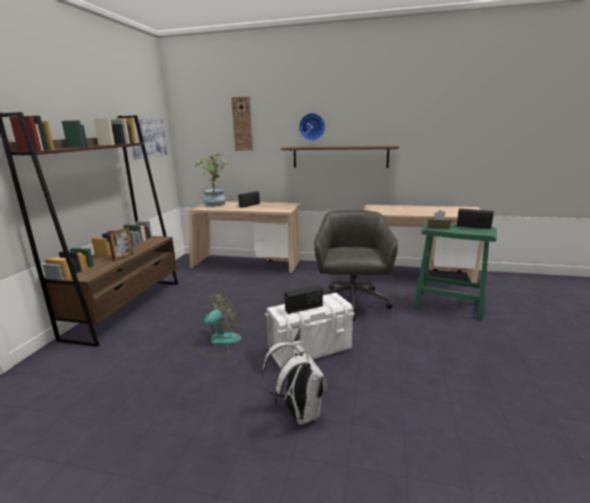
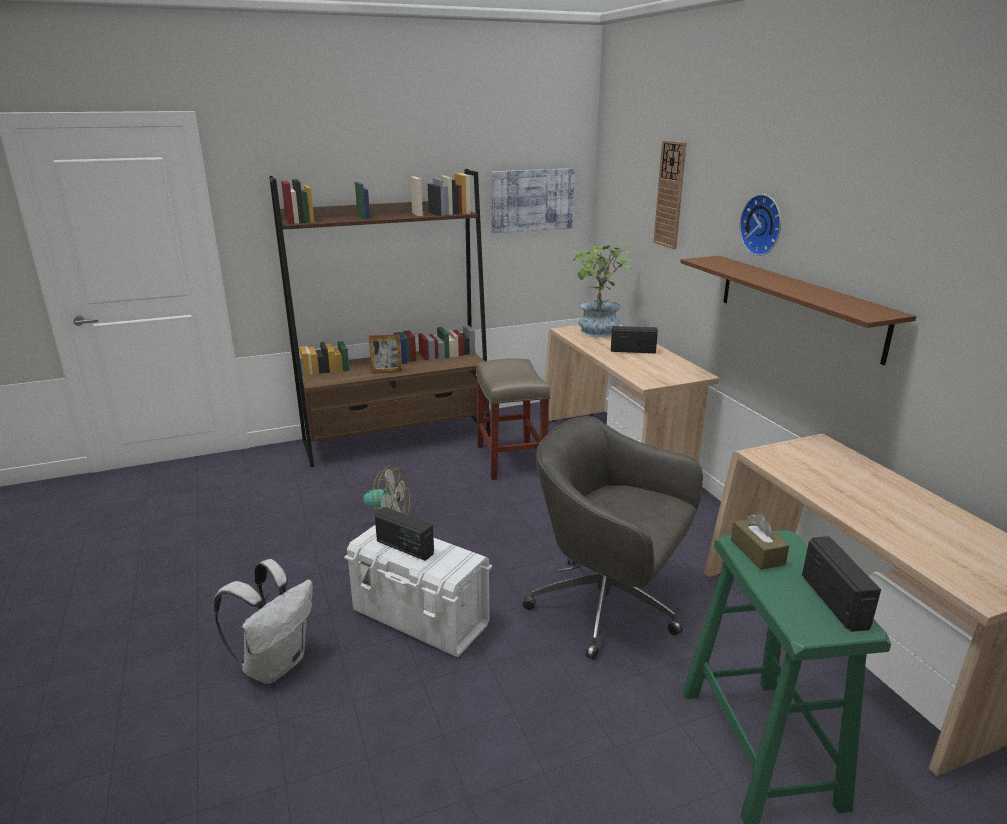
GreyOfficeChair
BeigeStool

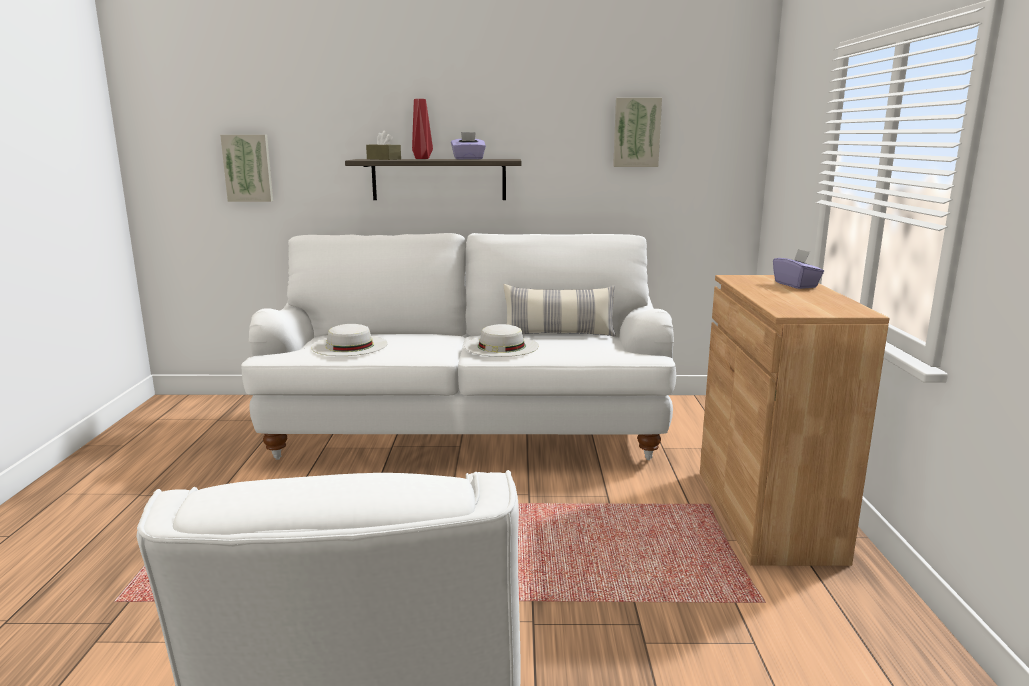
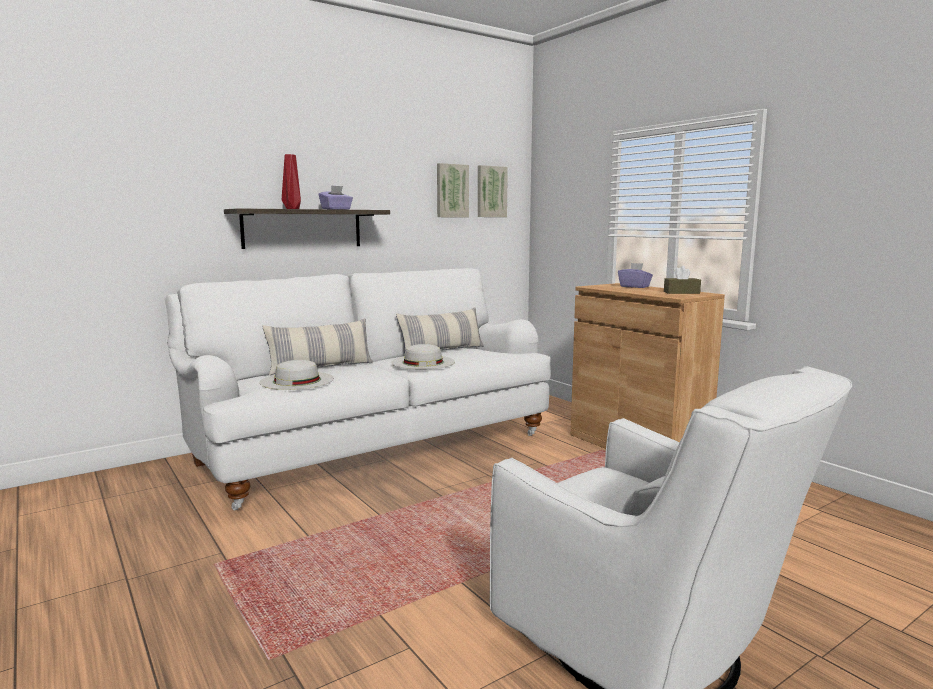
Picture (2nd from left)
BrownTissueBox
Pillow (1st from left)

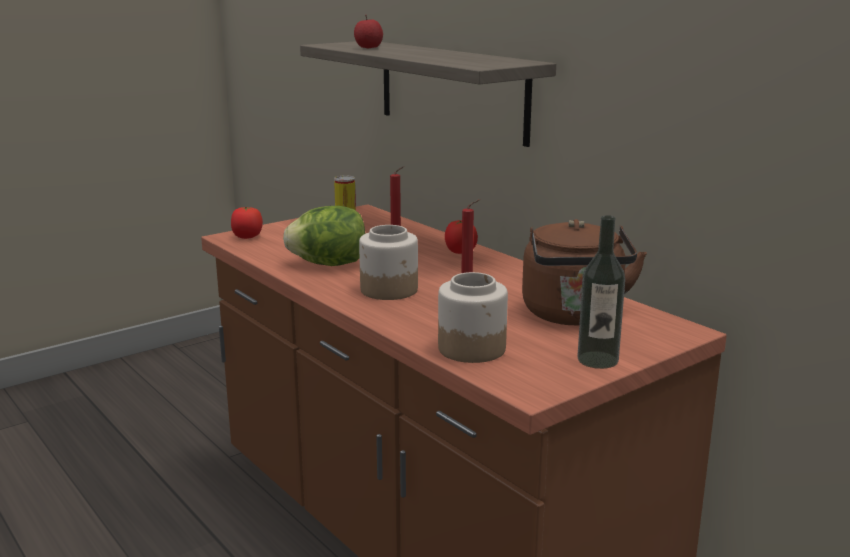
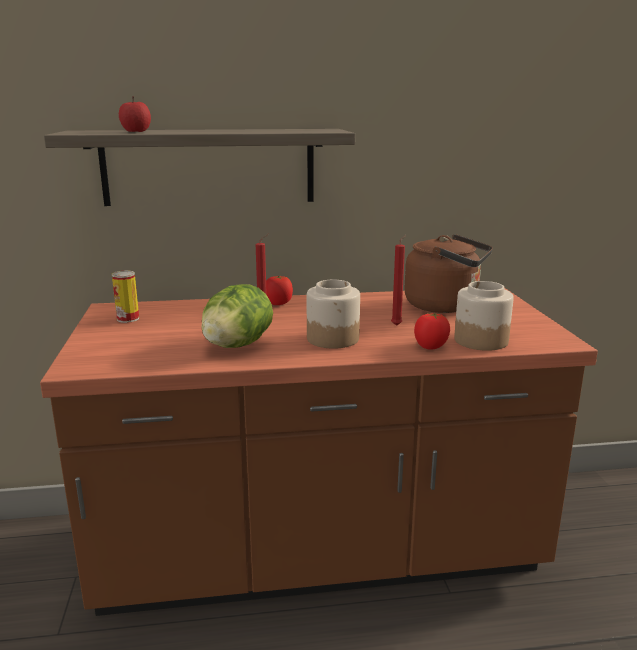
Tomato (2nd from left)
Bottle

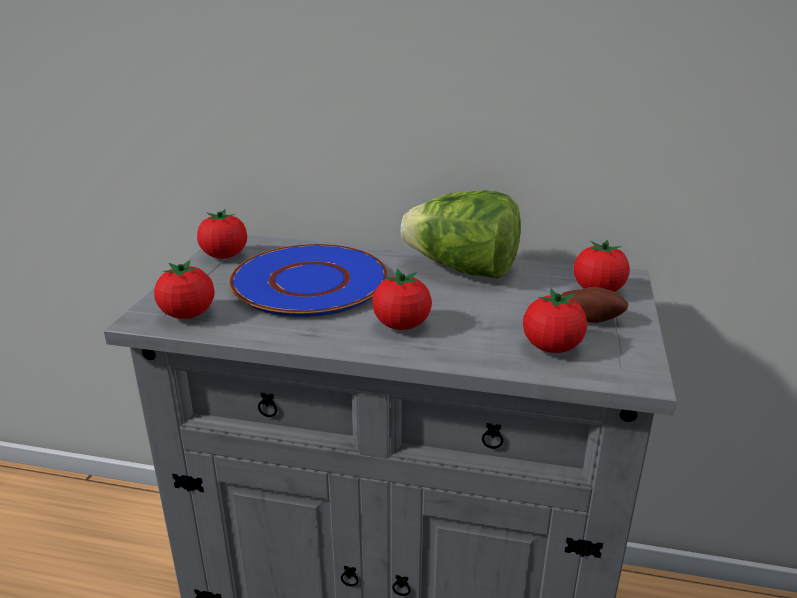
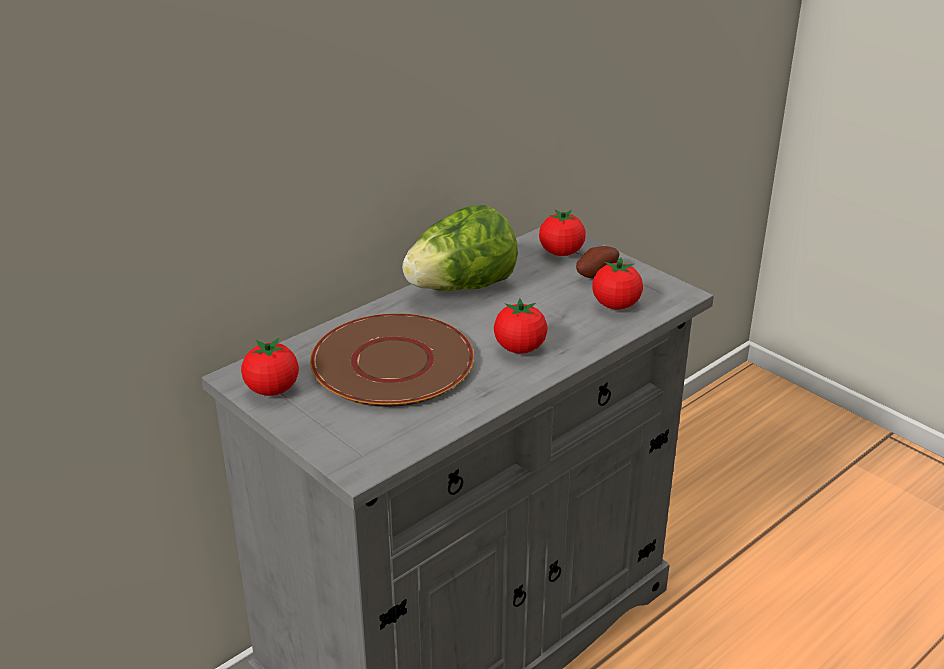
Tomato (1st from left in the first image)
BrownPlate

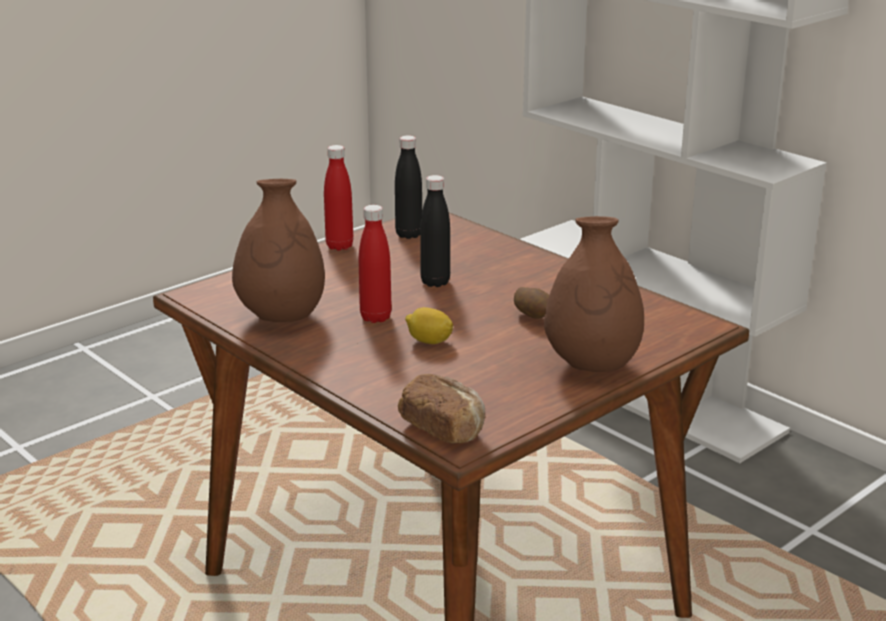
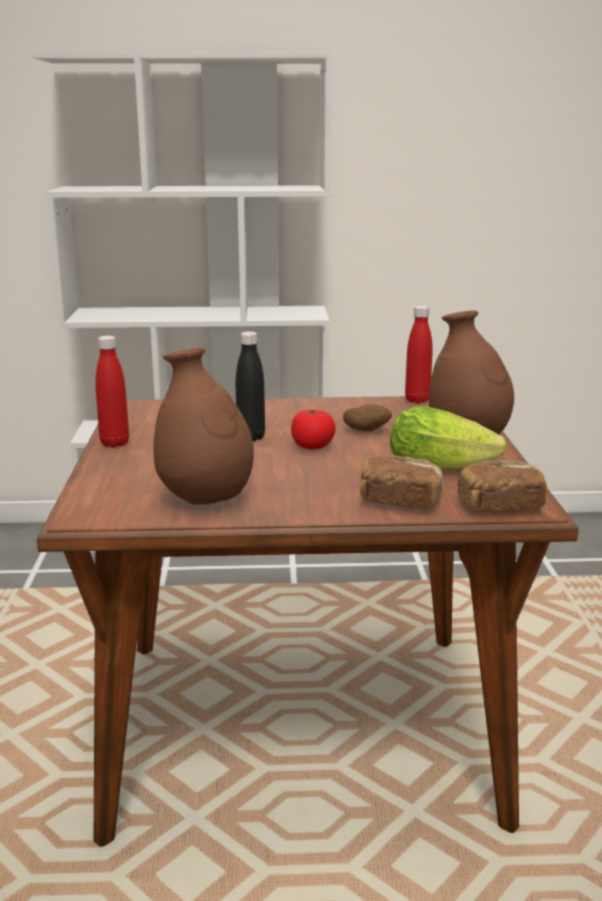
RedBottle (2nd from left)
BlackBottle (1st from left in the first image)
Lemon
Tomato
Bread (1st from left)
Lettuce

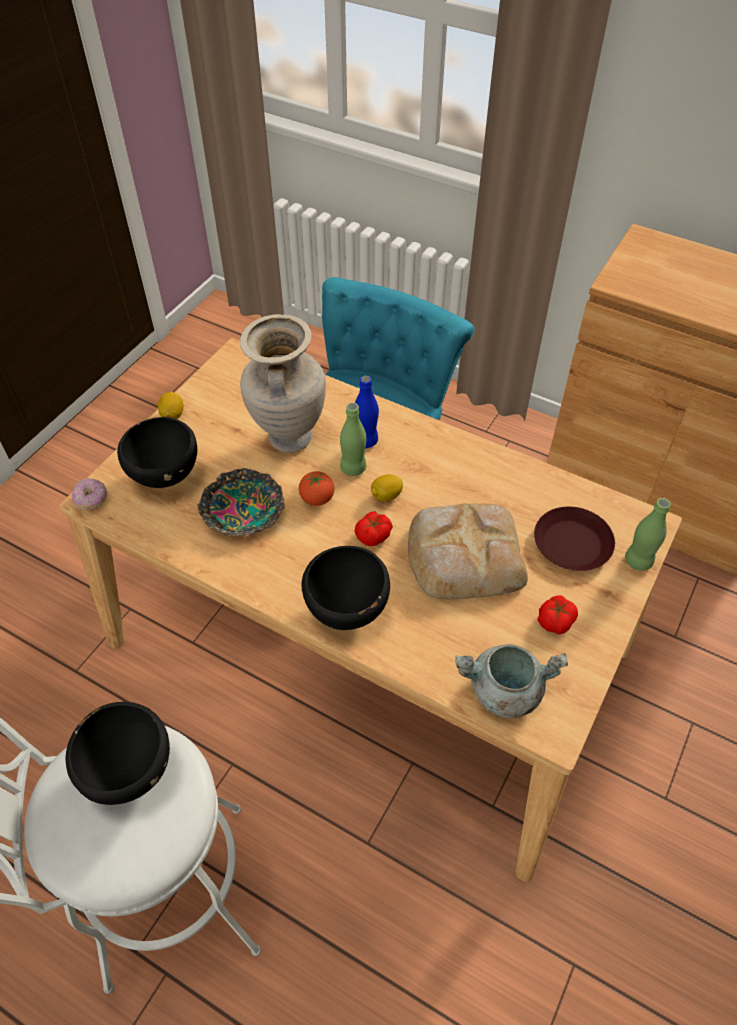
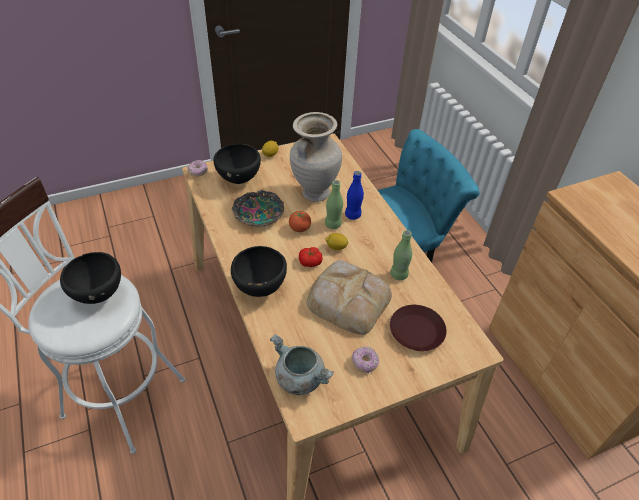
Donut (2nd from left)
GreenBottle (2nd from left)

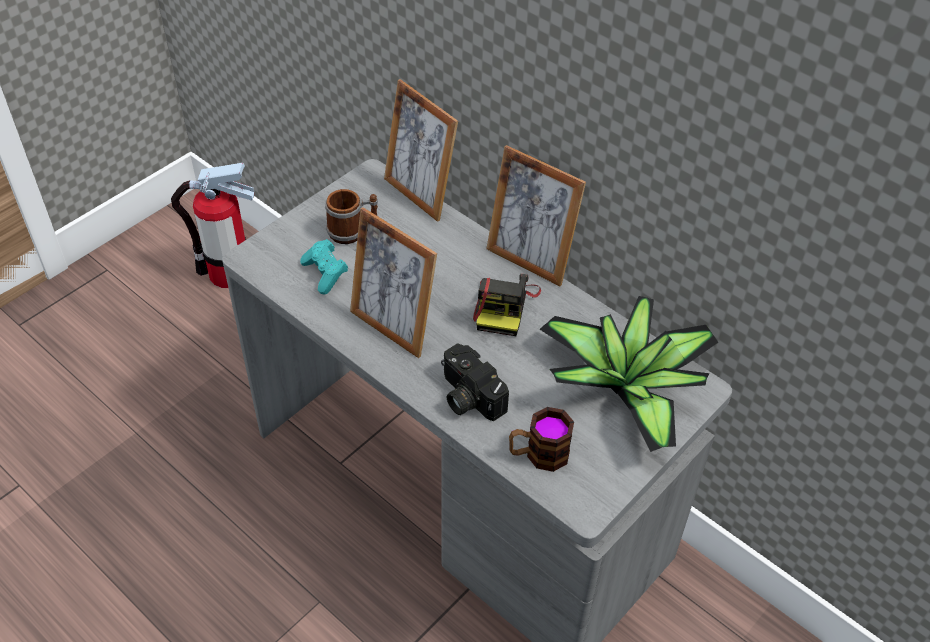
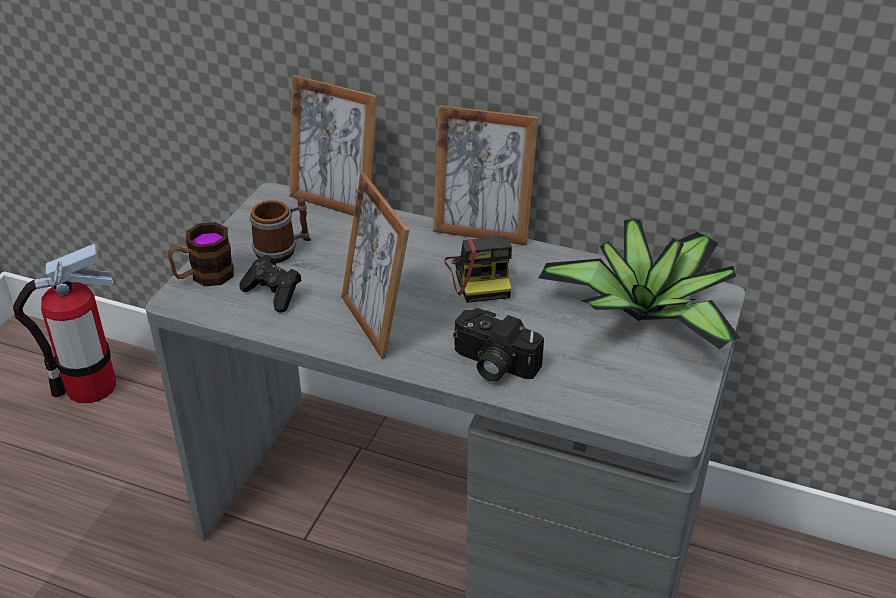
BlackGameController
PictureFrame (2nd from left)
Mug (1st from left)

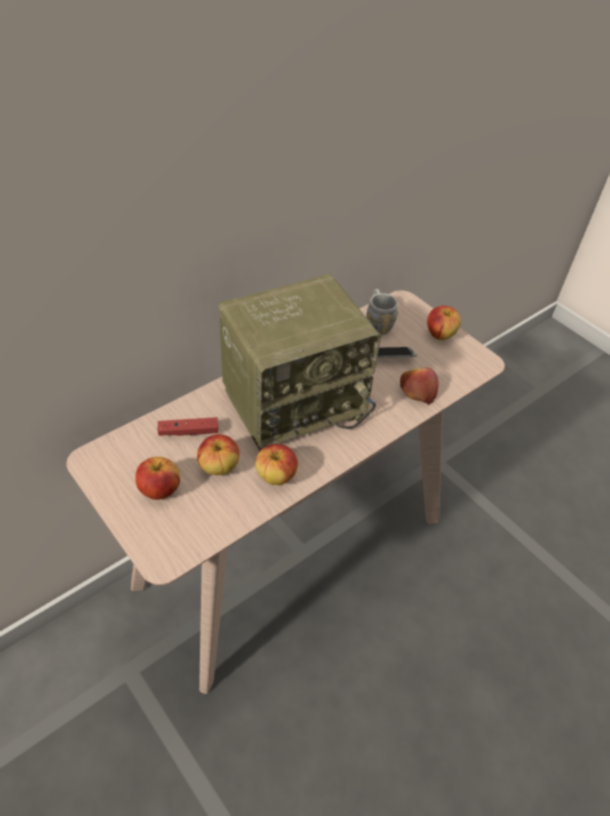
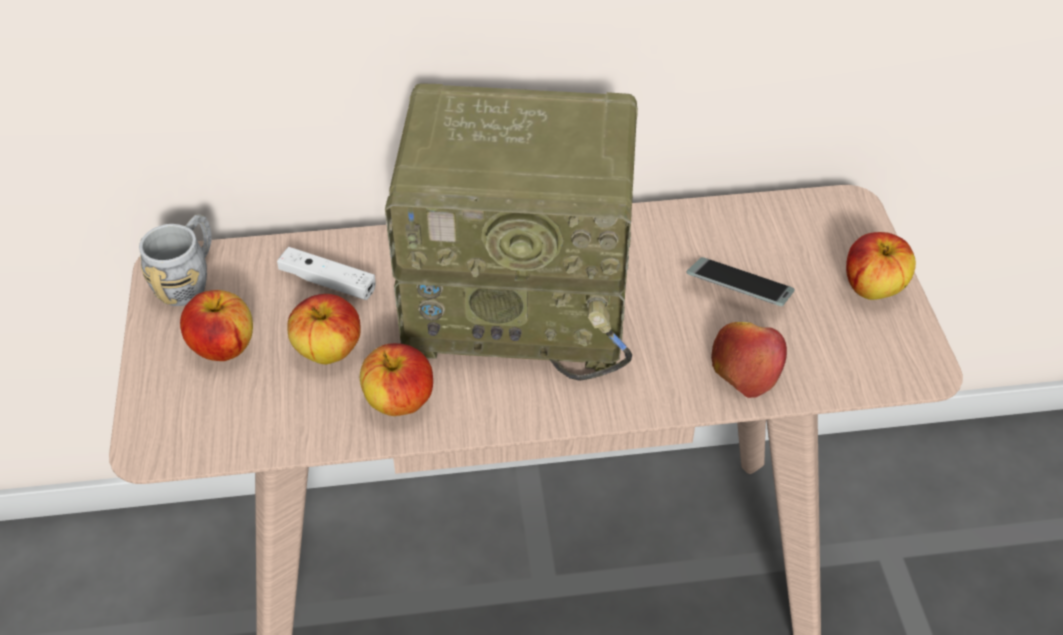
WhiteGameController
GreyMug

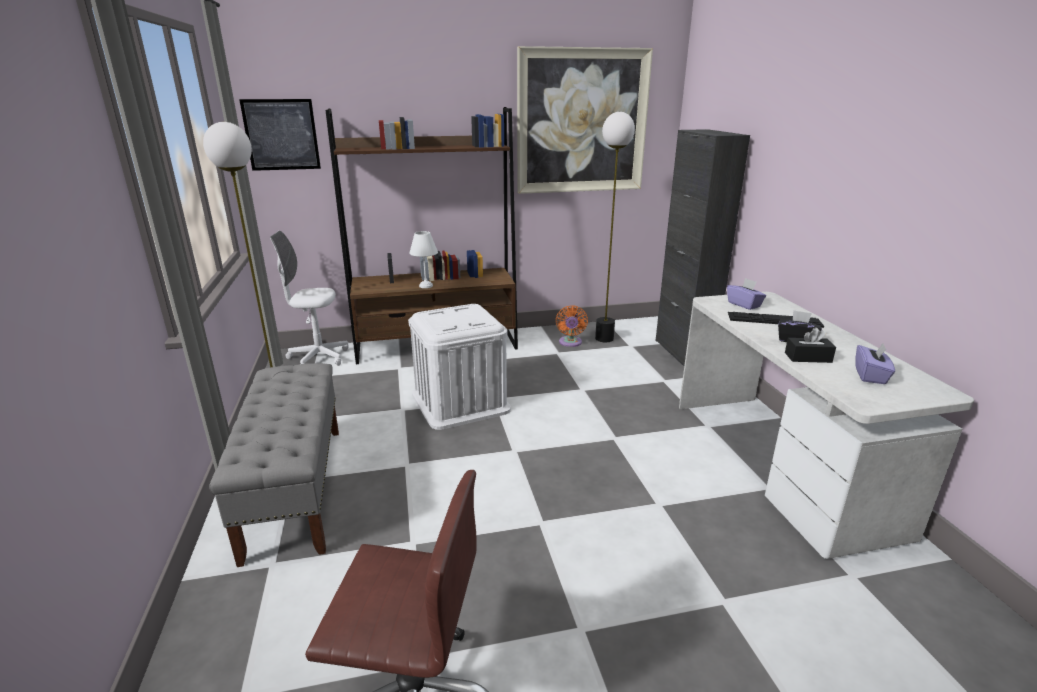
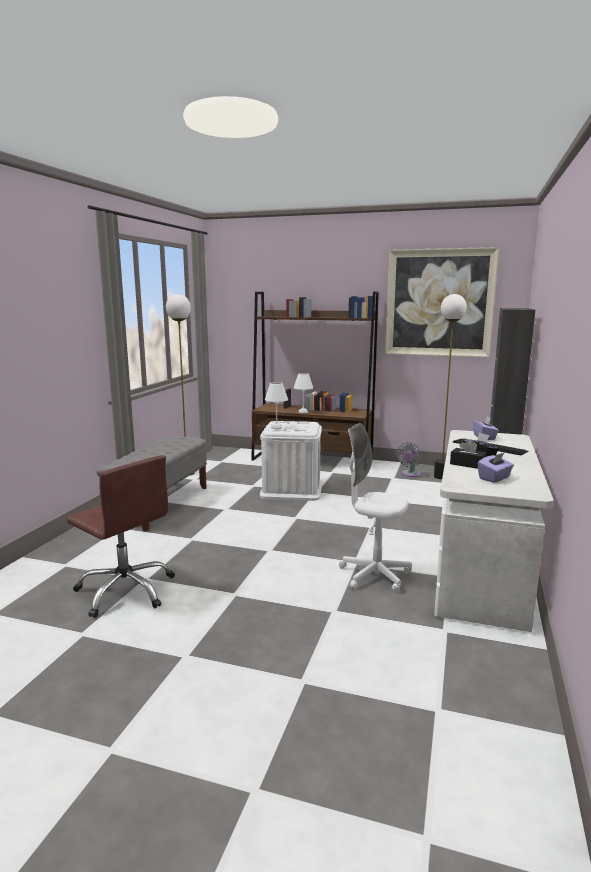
Picture (1st from left in the first image)
WhiteOfficeChair
GreyFan
WhiteTableLamp (1st from left)

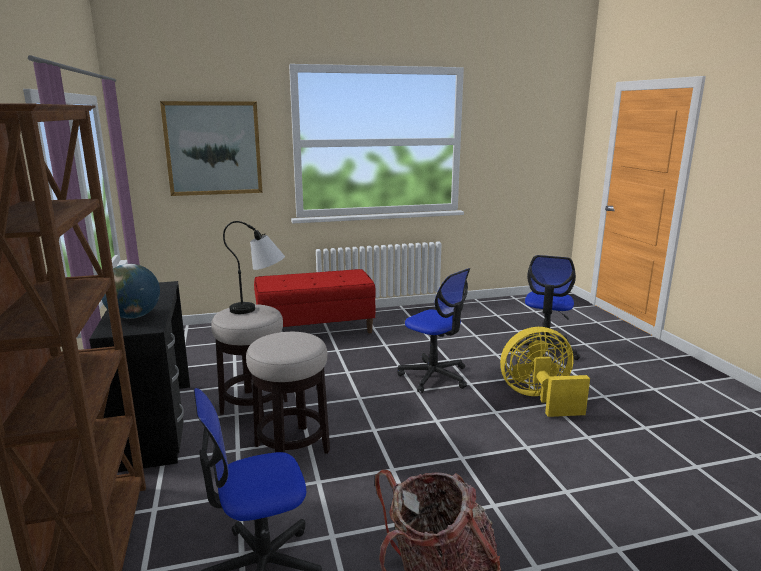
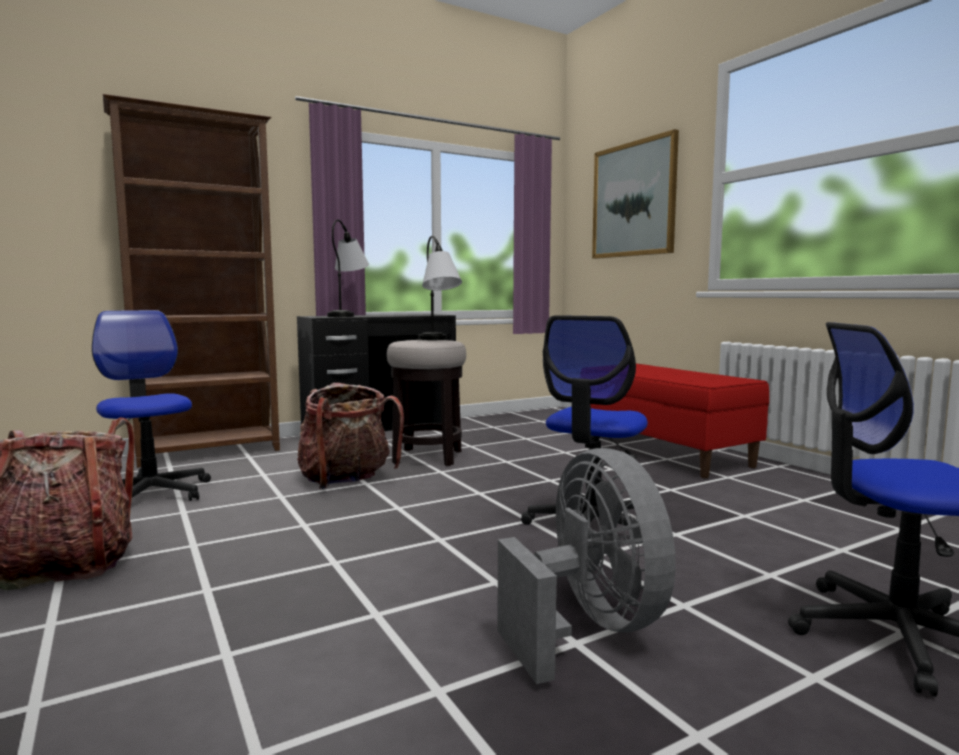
TableLamp (1st from left)
Backpack (2nd from left)
GreyFan

